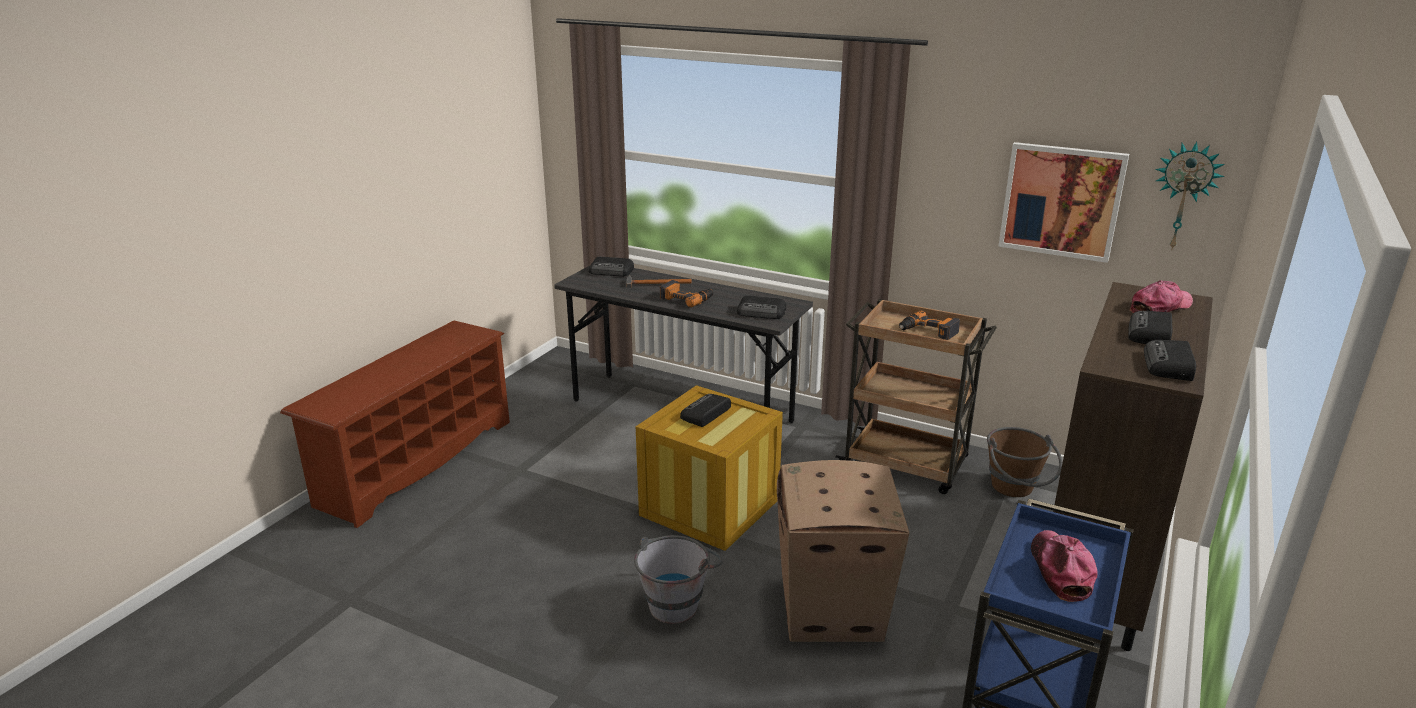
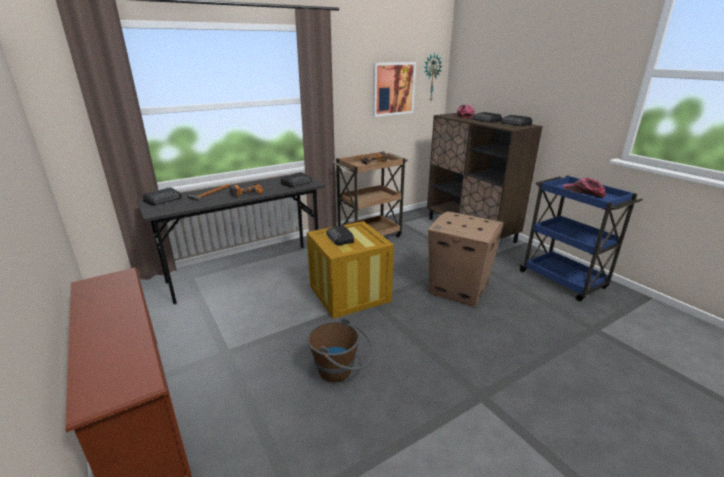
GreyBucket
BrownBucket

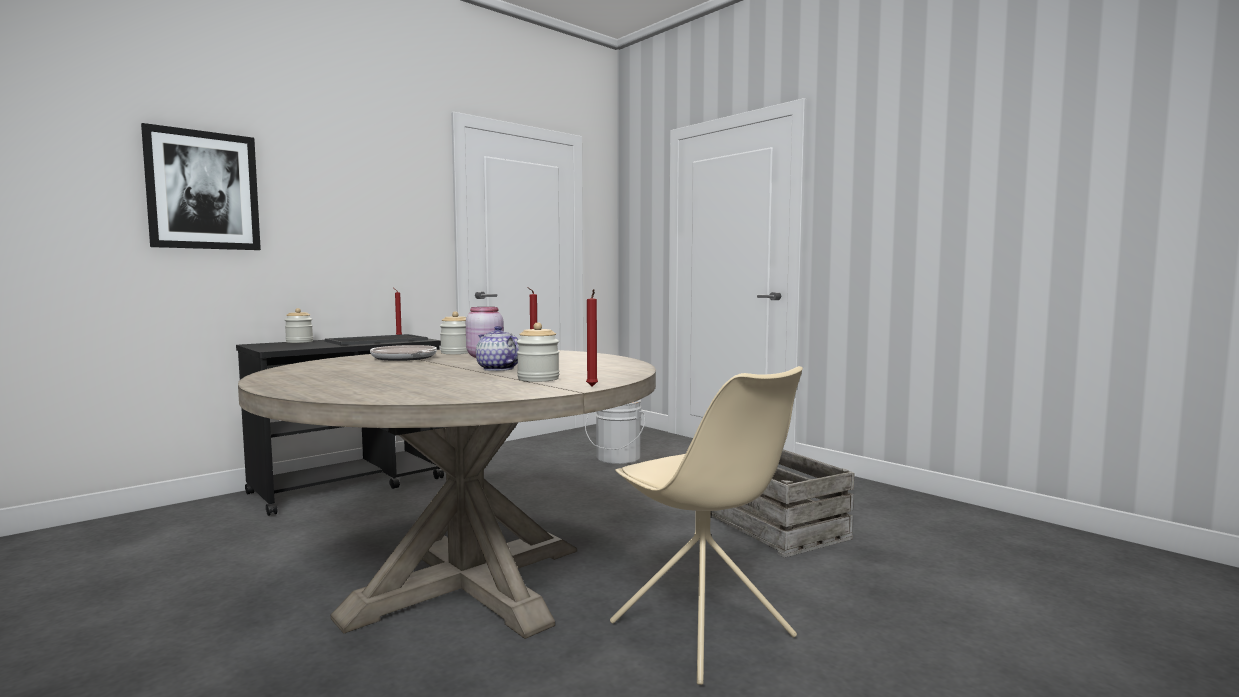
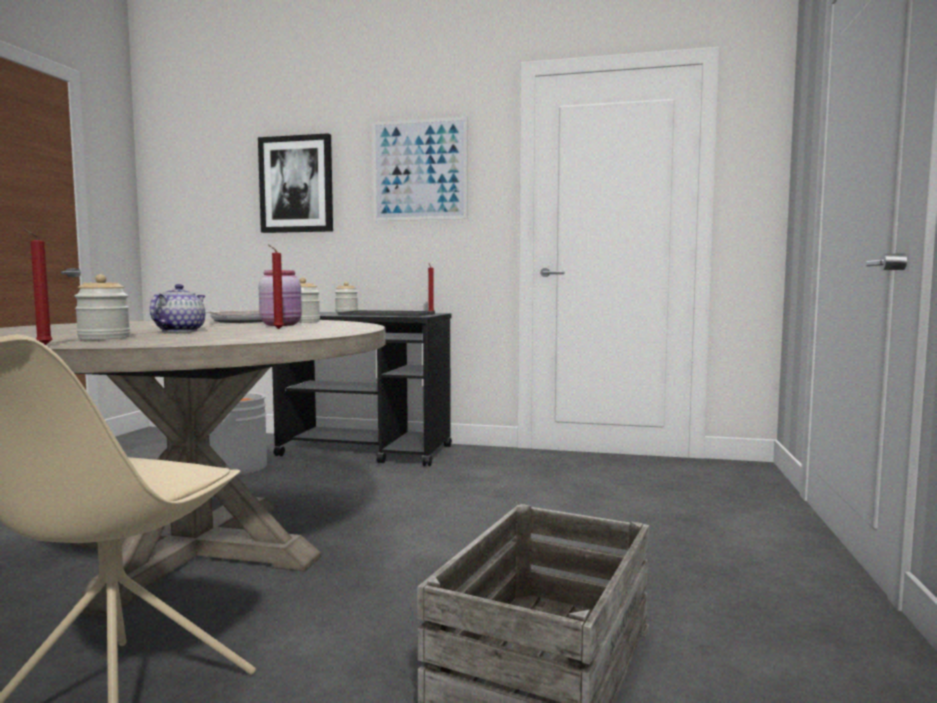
GreyBucket
Picture (2nd from left)

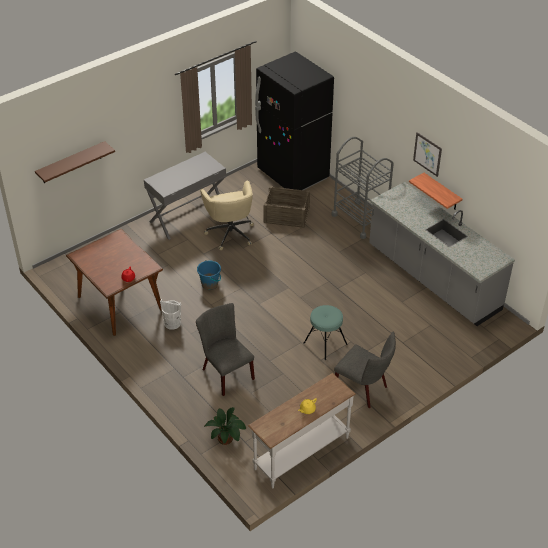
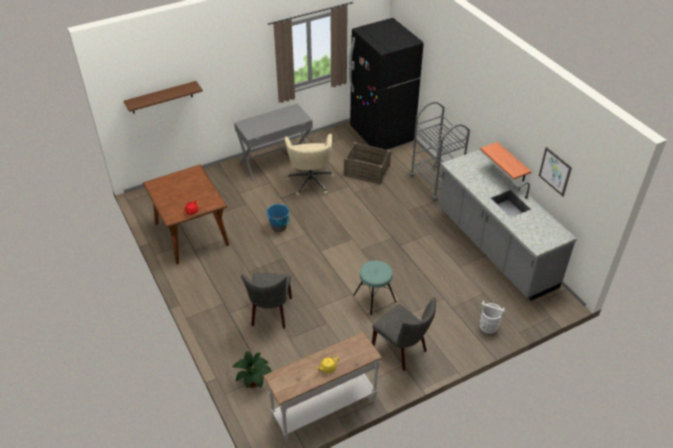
WhiteBucket
GreyChair (1st from left)
Picture

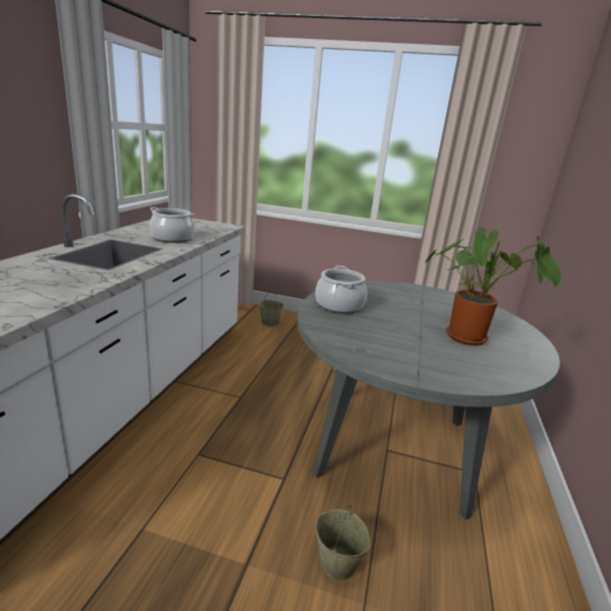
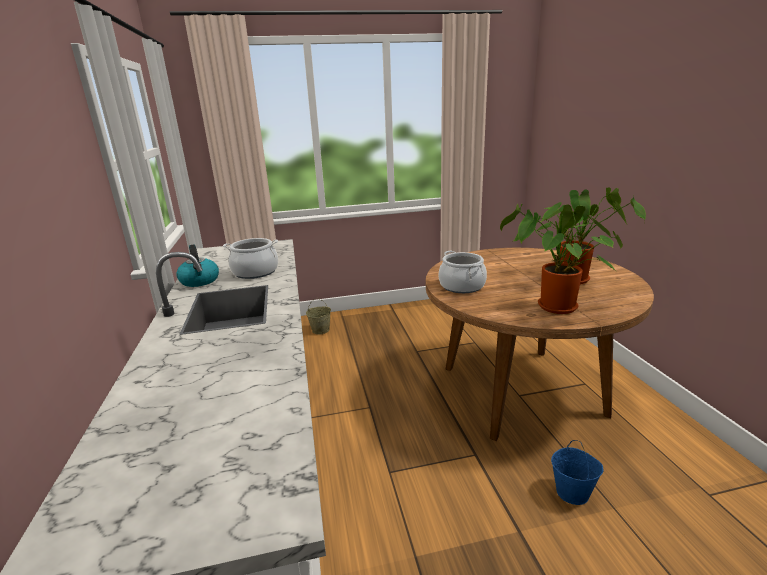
BrownDiningTable
BlueBucket
Kettle
PottedPlant (1st from left)

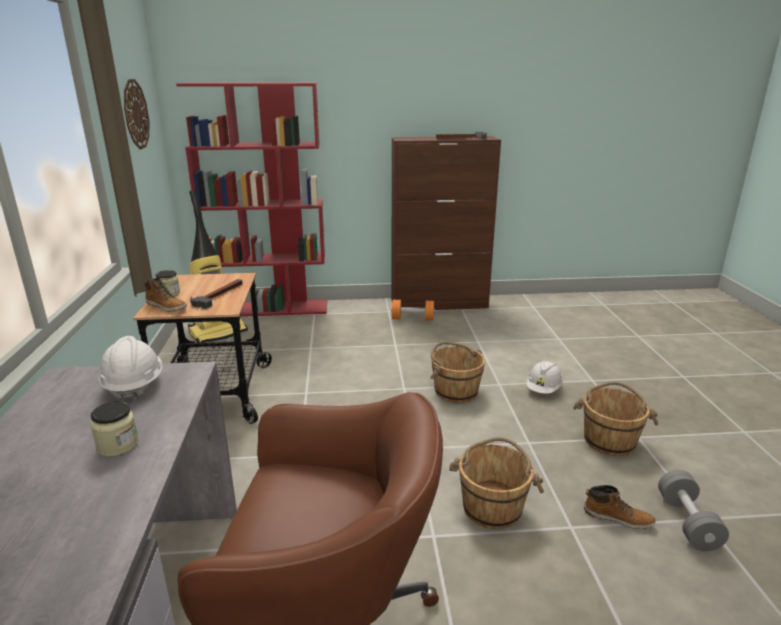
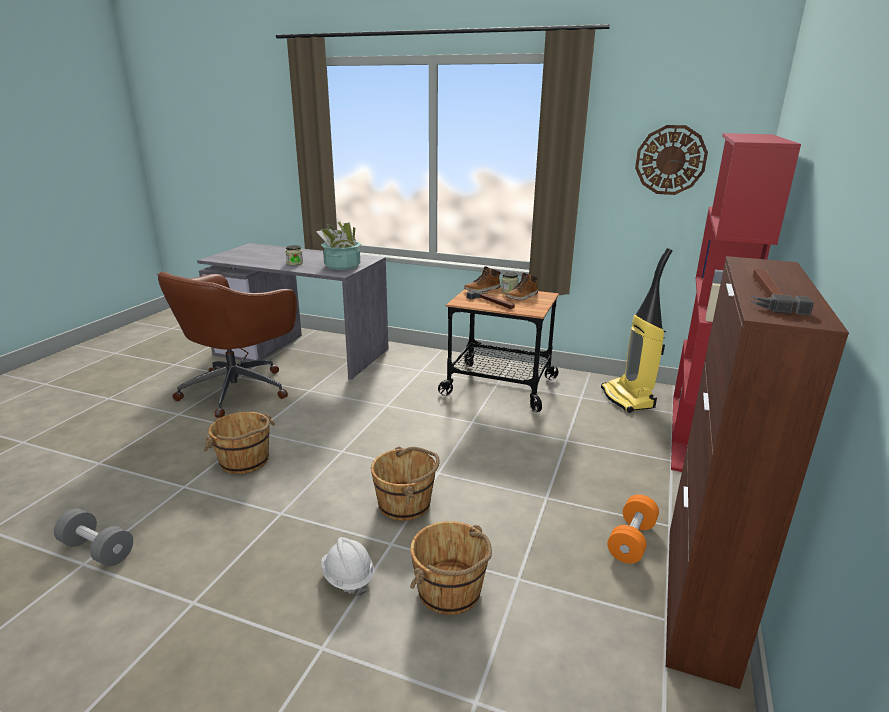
PottedPlant
BrownBucket (3rd from left)
Boot (2nd from left)

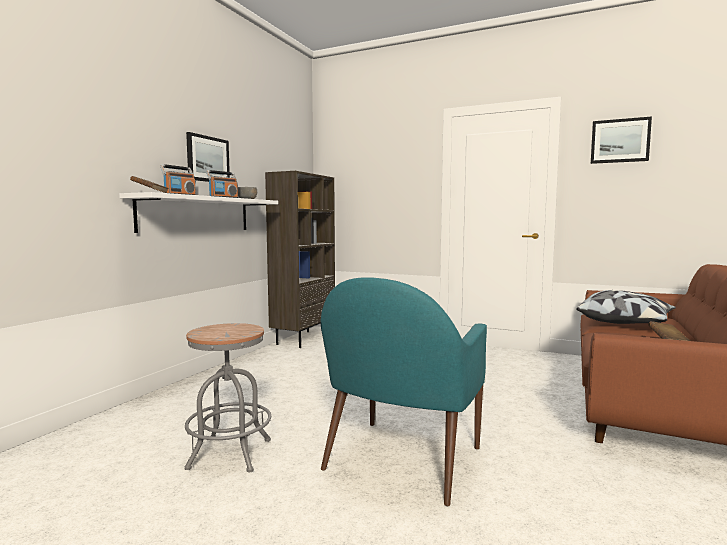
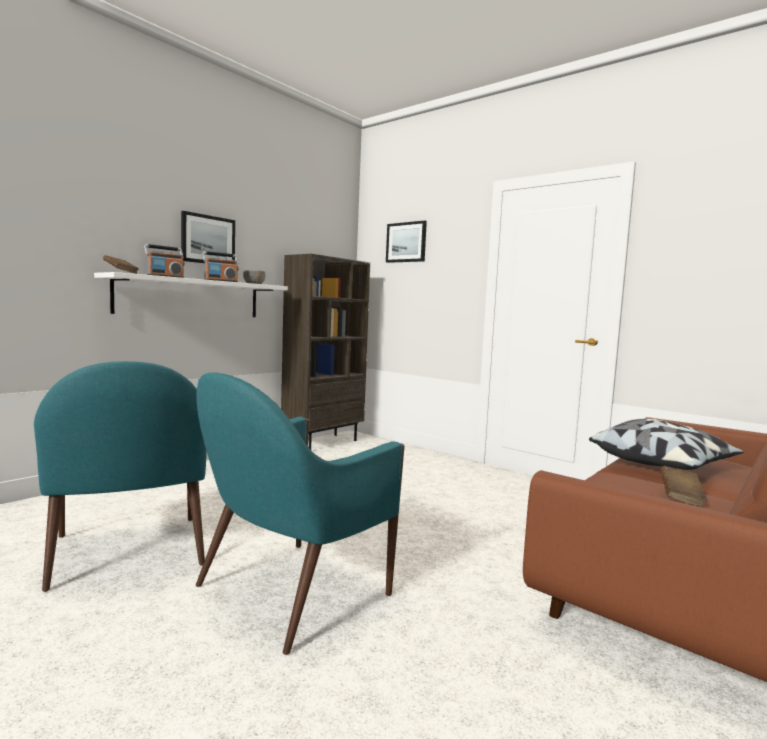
TurquoiseArmchair (1st from left)
Picture (2nd from left)

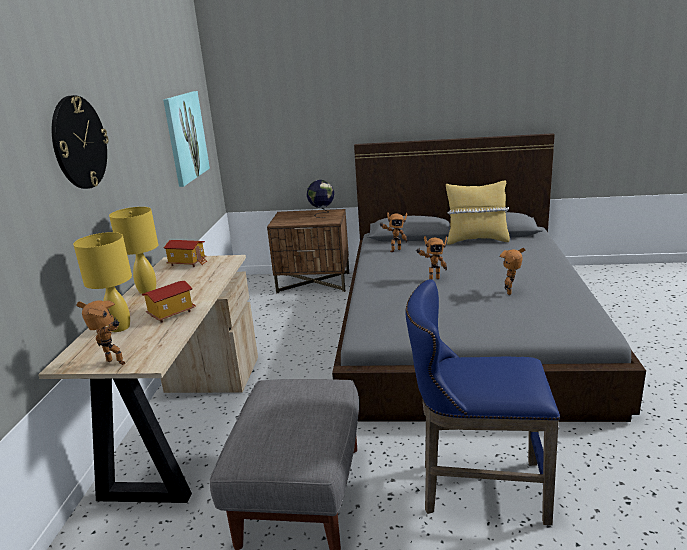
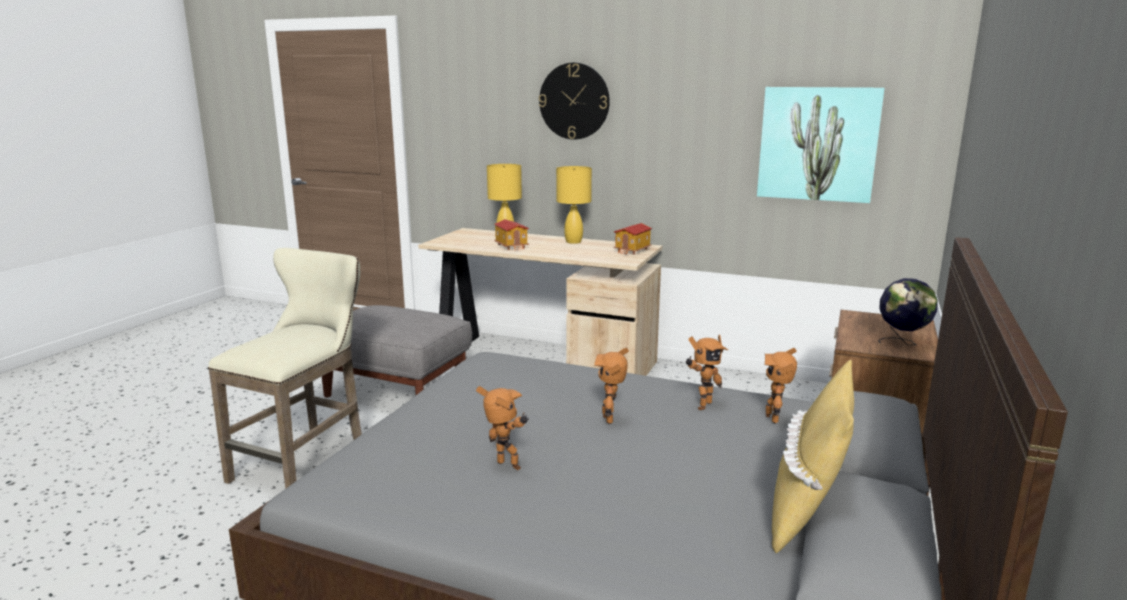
ToyRobot (3rd from left)
BeigeStool

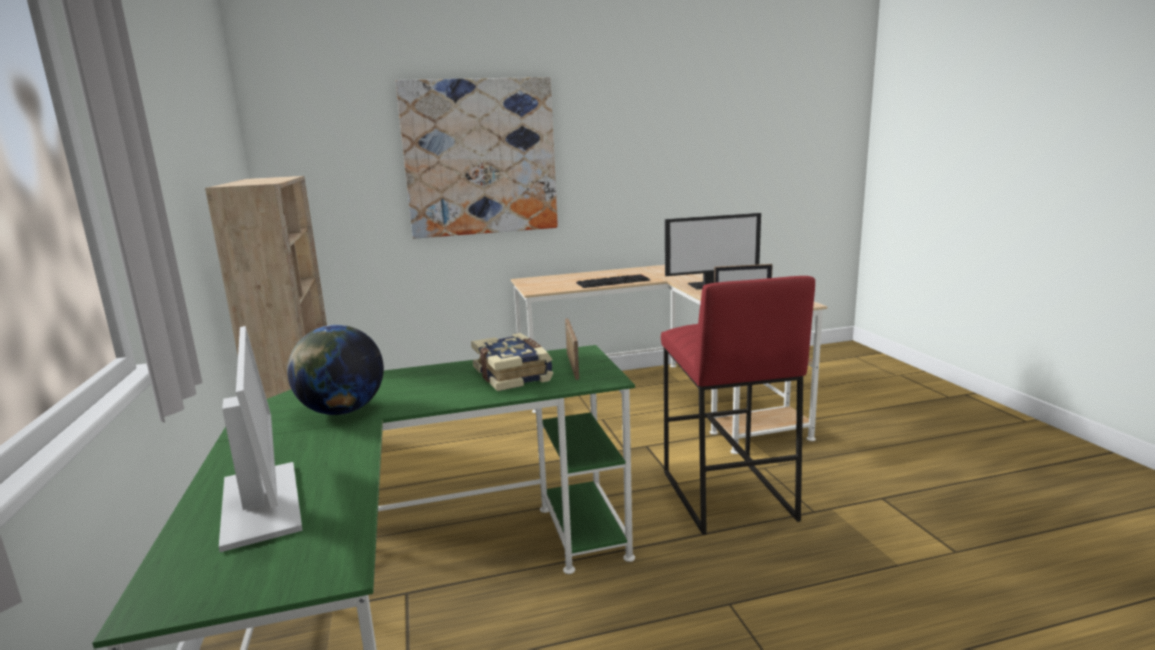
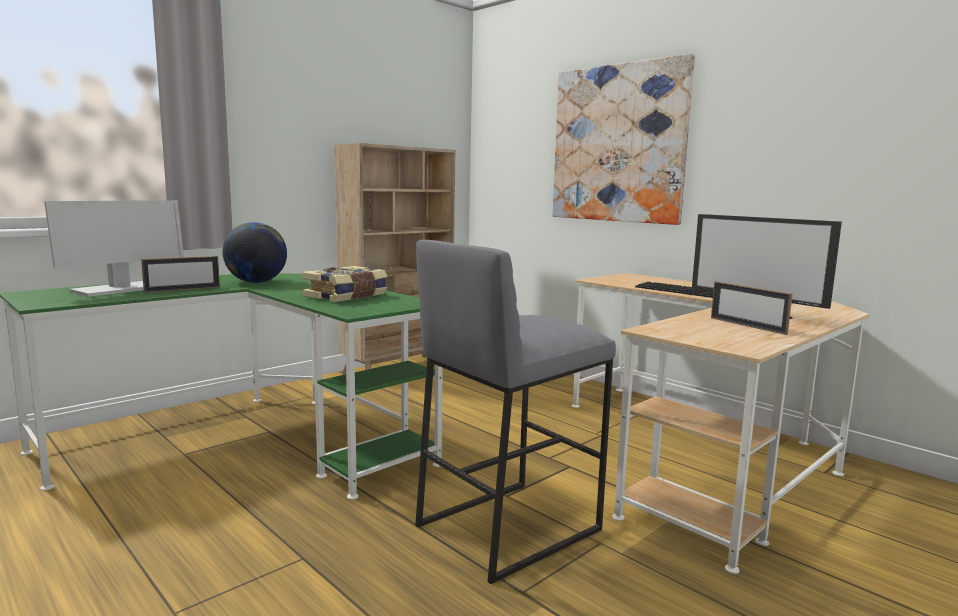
PictureFrame (1st from left)
GreyStool

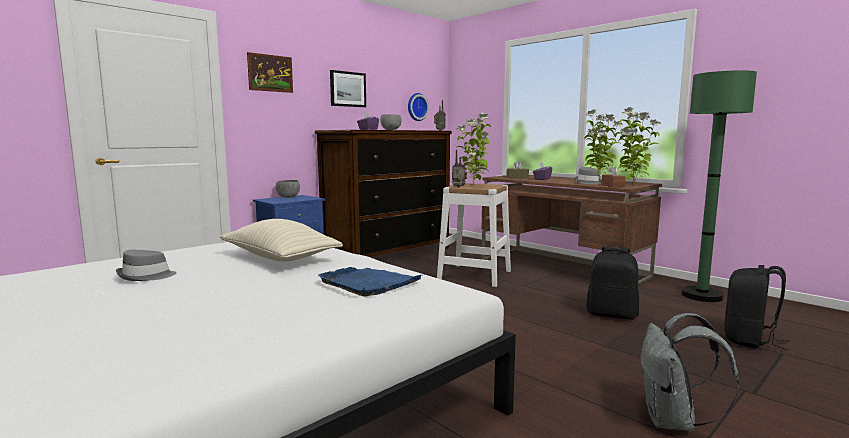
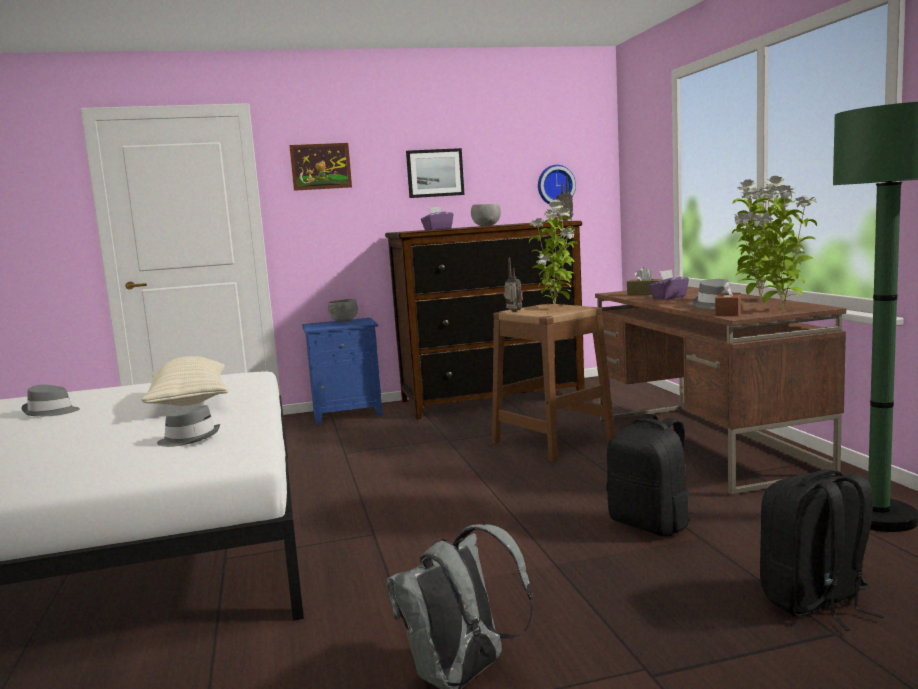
GreyHat (2nd from left)
BrownStool

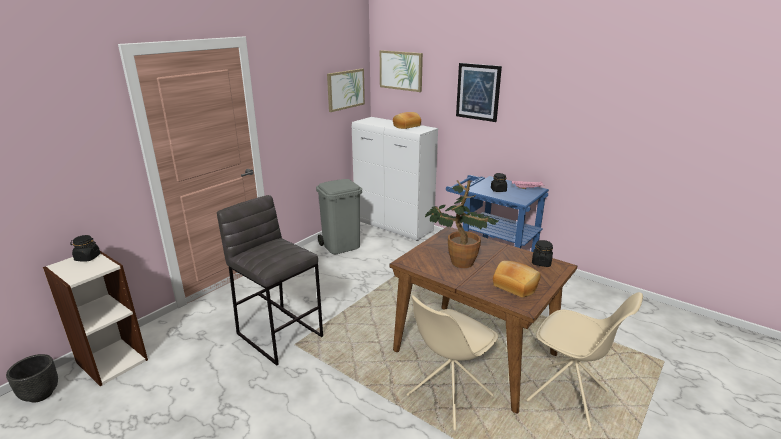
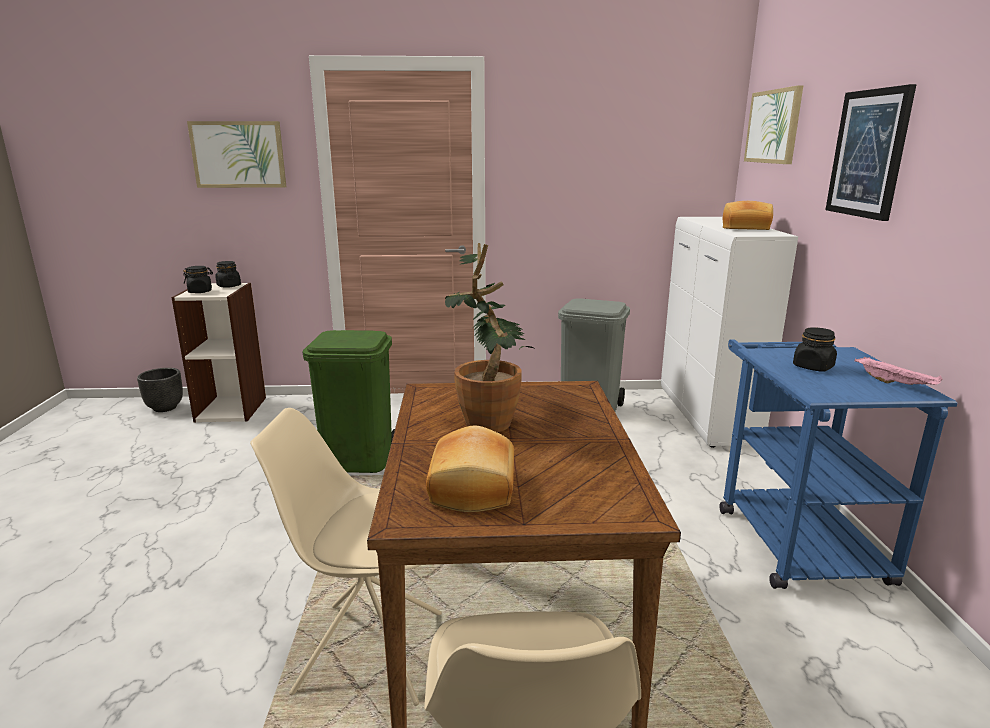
GreenTrashCan
Picture (1st from left)
BlackJar (1st from left)

